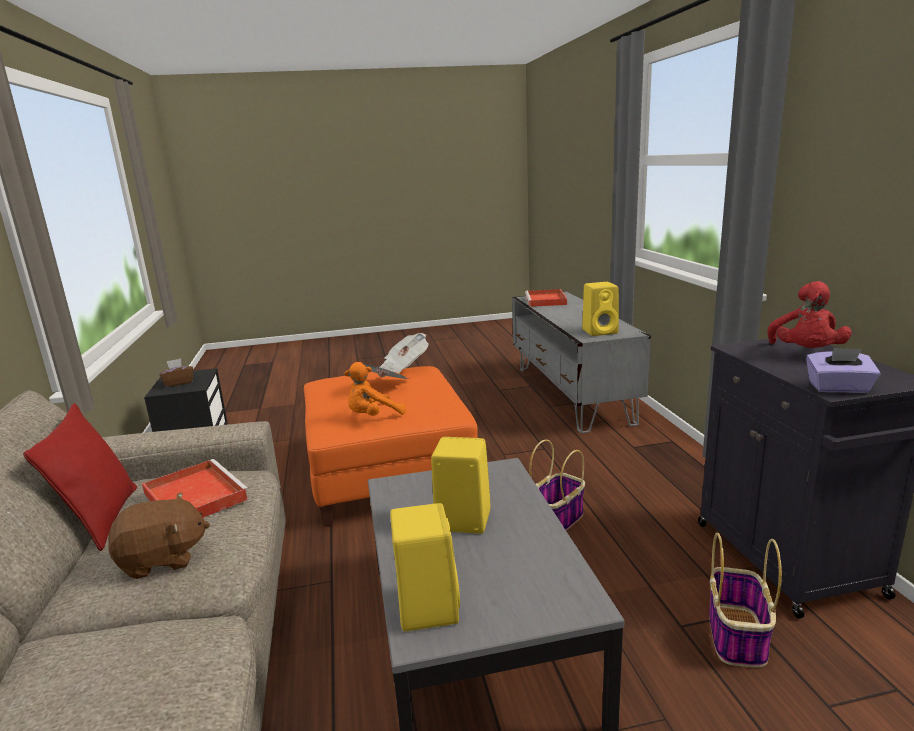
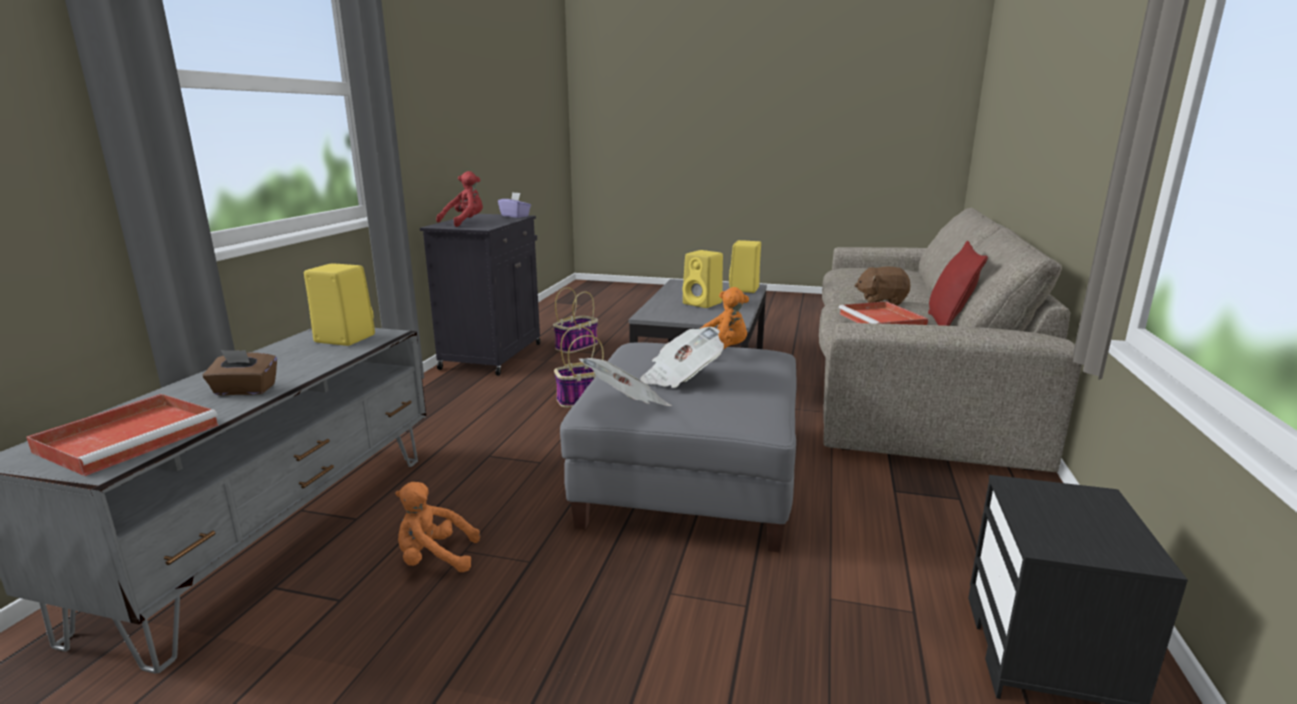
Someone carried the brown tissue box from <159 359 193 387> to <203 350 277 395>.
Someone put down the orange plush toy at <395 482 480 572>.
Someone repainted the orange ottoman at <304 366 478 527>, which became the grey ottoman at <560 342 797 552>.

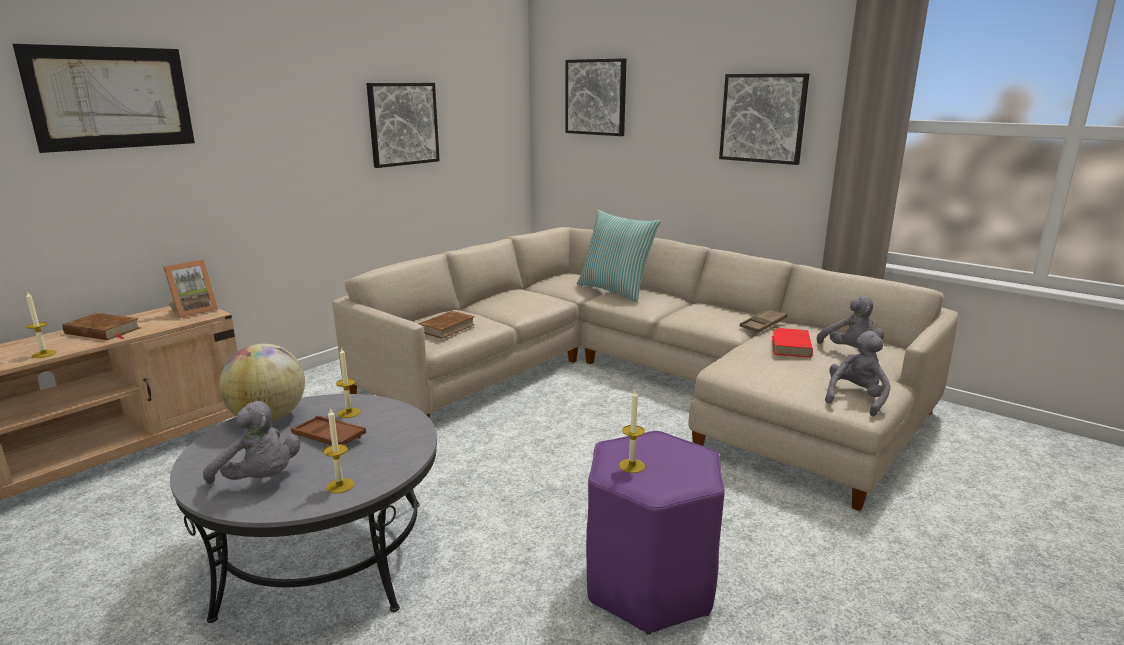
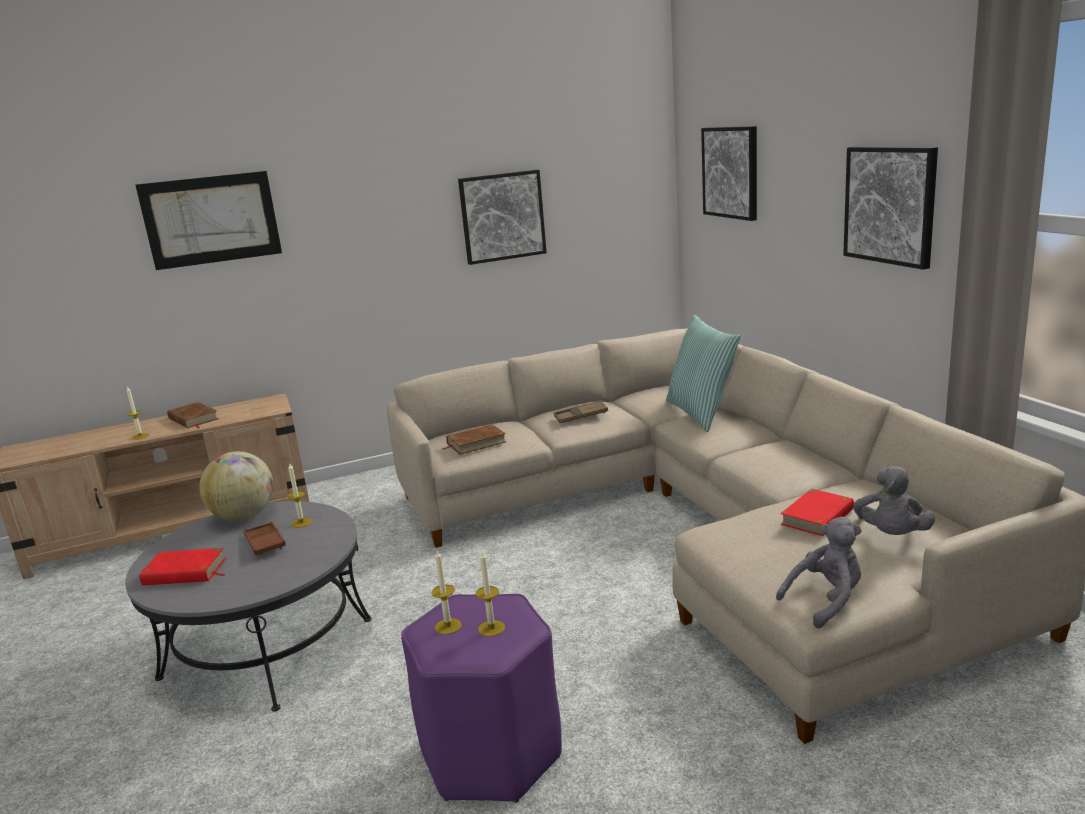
Someone swapped the grey plush toy at <203 401 300 484> for the red book at <139 548 226 585>.
Someone carried the candle from <324 408 354 493> to <476 552 505 637>.
Someone carried the brown tray from <740 308 788 332> to <554 400 608 423>.
Someone took away the picture frame at <163 260 218 318>.

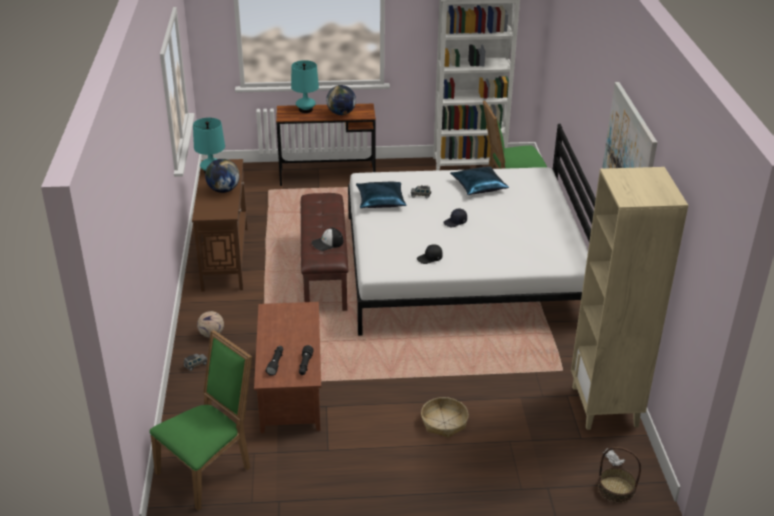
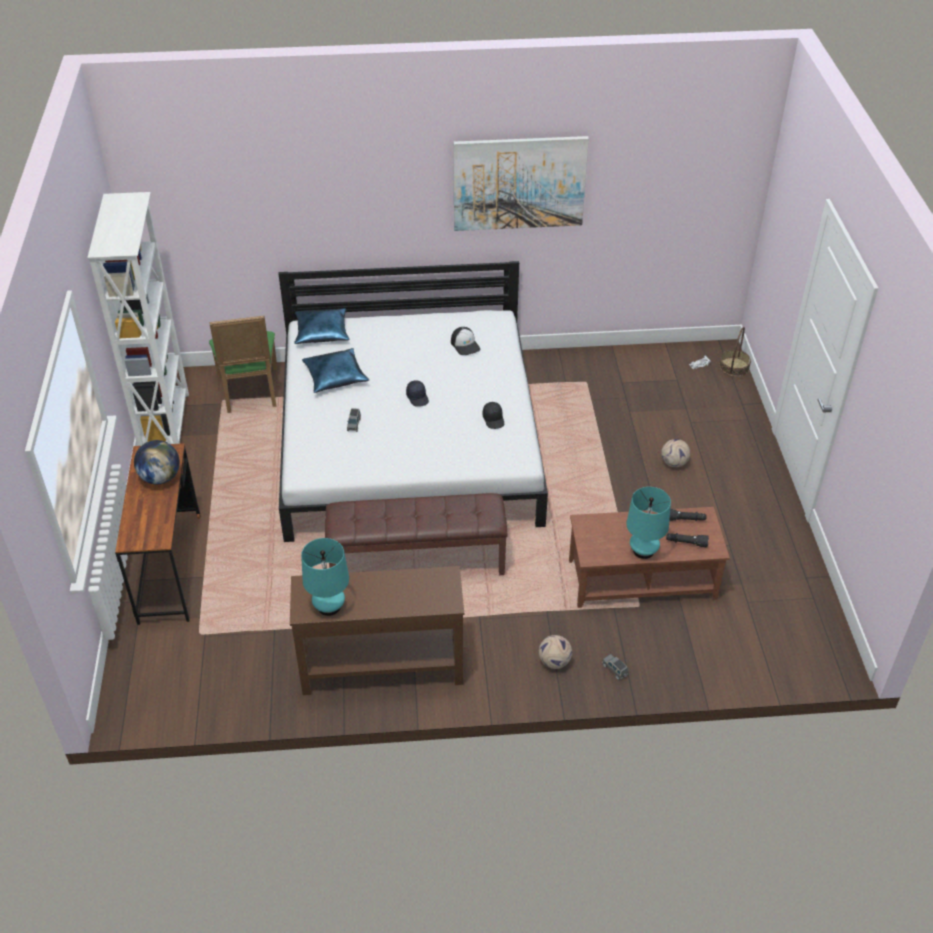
Someone carried the blue pillow from <356 182 406 208> to <294 308 350 344>.
Someone carried the cap from <311 228 344 251> to <451 327 480 355>.
Someone carried the turquoise table lamp from <291 60 319 113> to <626 487 671 559>.
Someone swapped the basket at <421 397 469 438> for the football at <661 439 690 467>.
Someone took away the green chair at <149 330 252 510>.
Someone took away the globe at <205 159 240 193>.
Someone took away the beige bookcase at <571 167 688 430>.

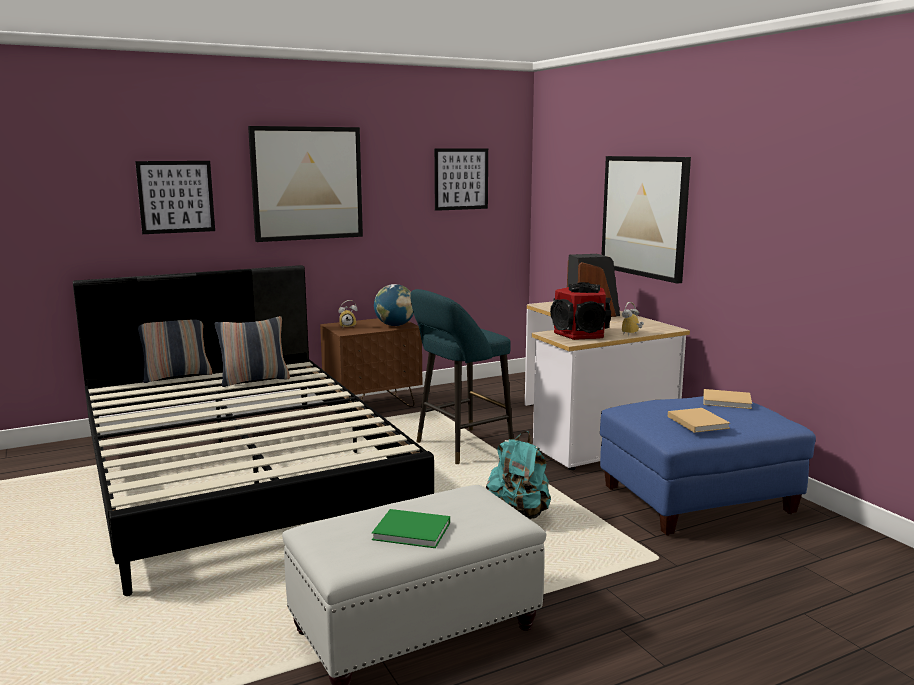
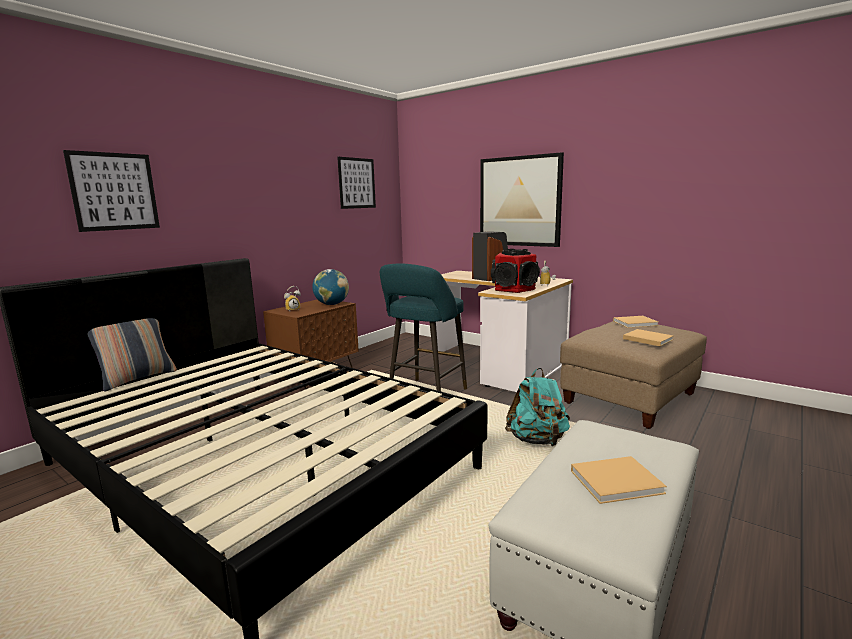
Someone repainted the blue ottoman at <600 396 816 535>, which became the beige ottoman at <560 321 707 429>.
Someone repainted the green book at <372 509 450 548>, which became the beige book at <571 456 667 504>.
Someone took away the pillow at <215 316 290 387>.
Someone took away the picture at <248 126 363 242>.

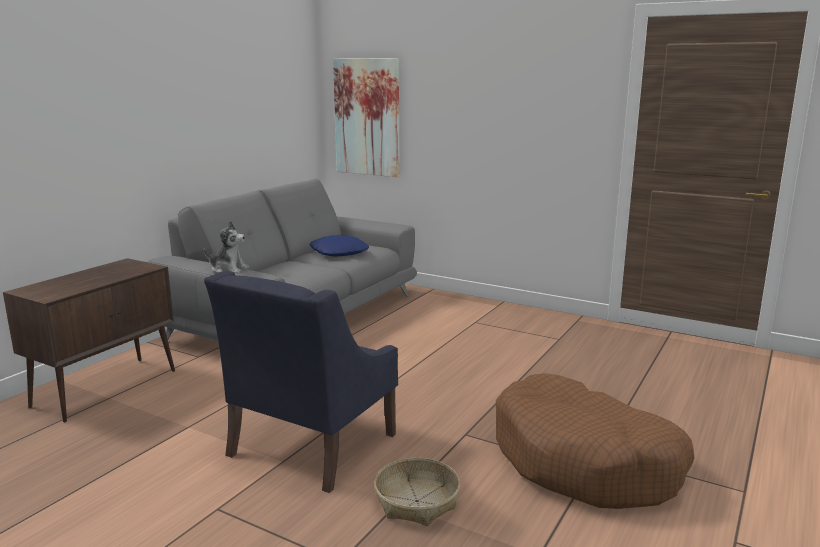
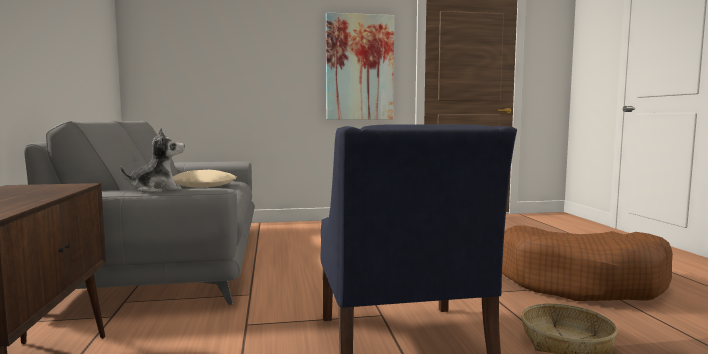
Someone repainted the blue pillow at <309 235 369 257>, which became the beige pillow at <173 170 236 188>.
Someone carried the picture from <333 58 399 177> to <326 13 394 120>.

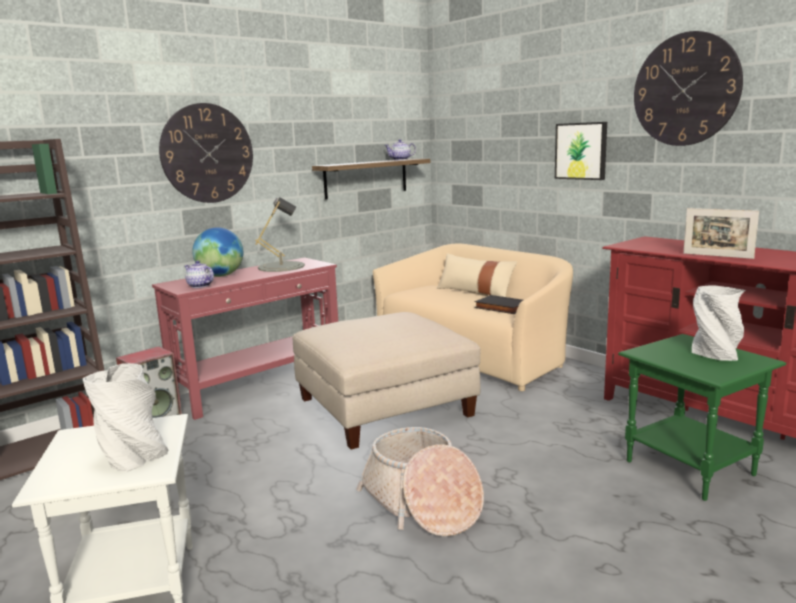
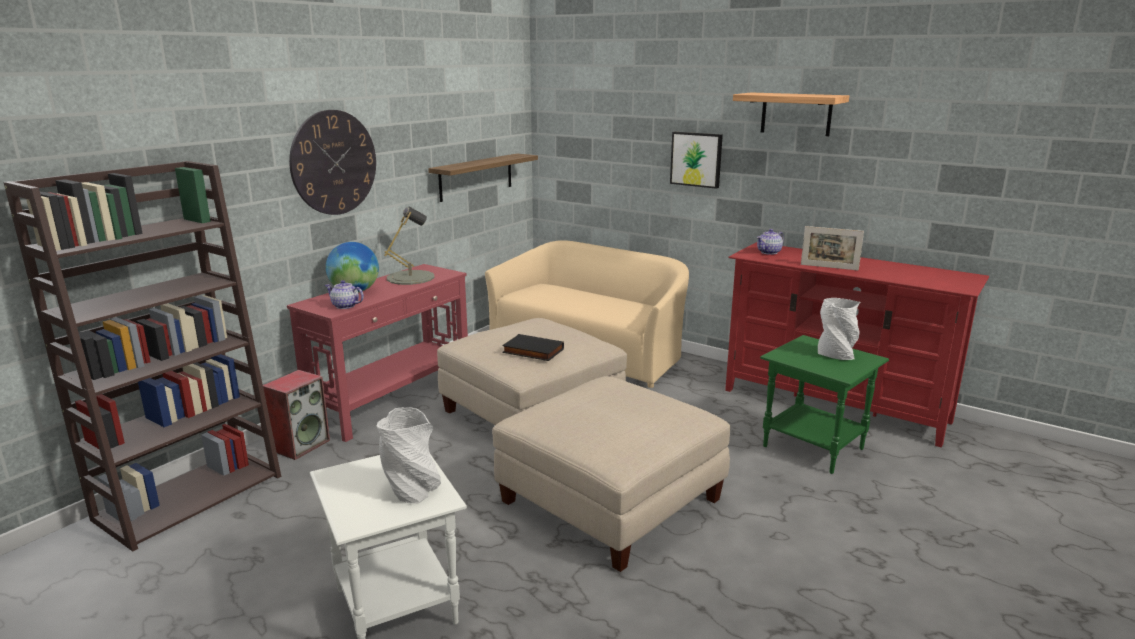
Someone swapped the basket at <356 427 484 536> for the beige ottoman at <492 376 730 572>.
Someone carried the black book from <475 295 523 314> to <502 334 564 361>.
Someone swapped the wall clock at <634 31 743 146> for the shelf at <733 92 849 136>.
Someone carried the teapot from <384 139 416 160> to <757 229 784 255>.
Someone took away the beige pillow at <437 253 517 297>.

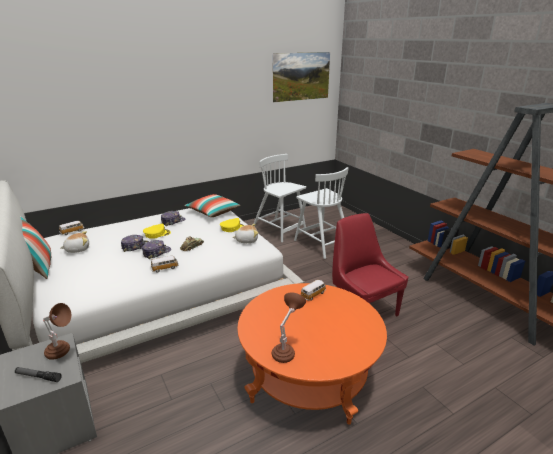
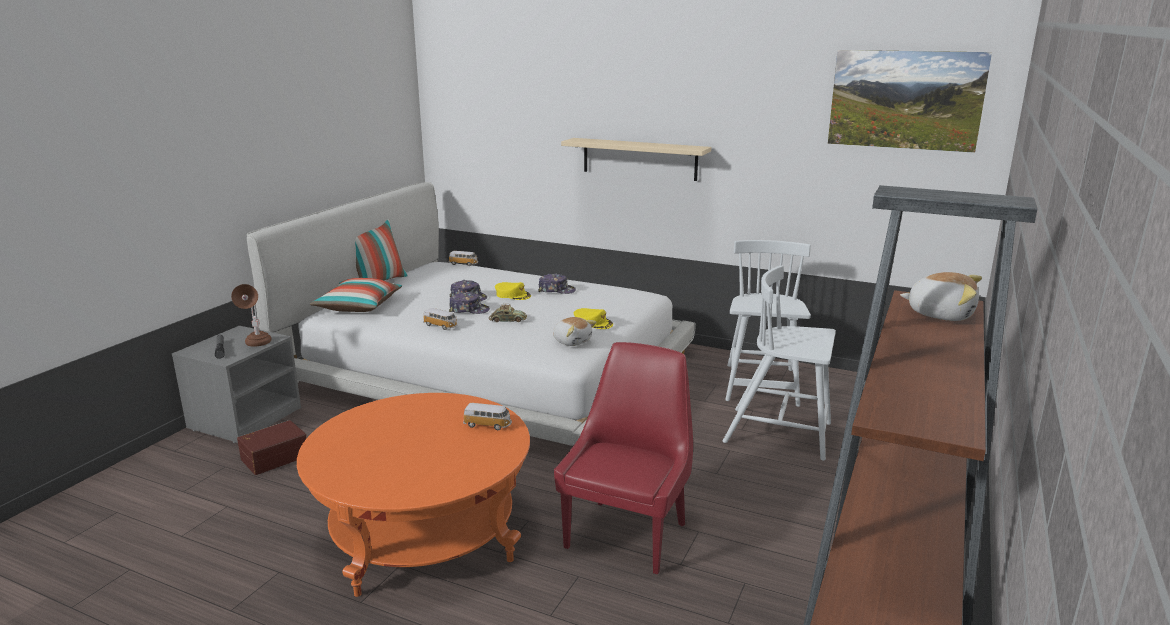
Someone put down the brown storage box at <237 420 307 475>.
Someone carried the pillow from <184 194 241 217> to <310 278 402 312>.
Someone put up the beige shelf at <561 138 711 181>.
Someone rotated the white chair at <294 167 348 259> by 90 degrees clockwise.
Someone carried the plush toy from <60 231 89 253> to <900 272 982 321>.
Someone took away the brown table lamp at <272 293 306 363>.

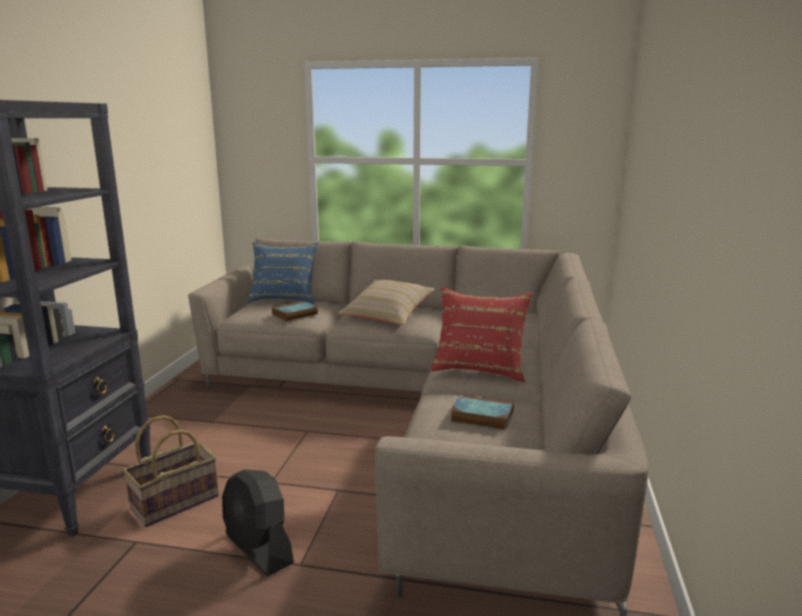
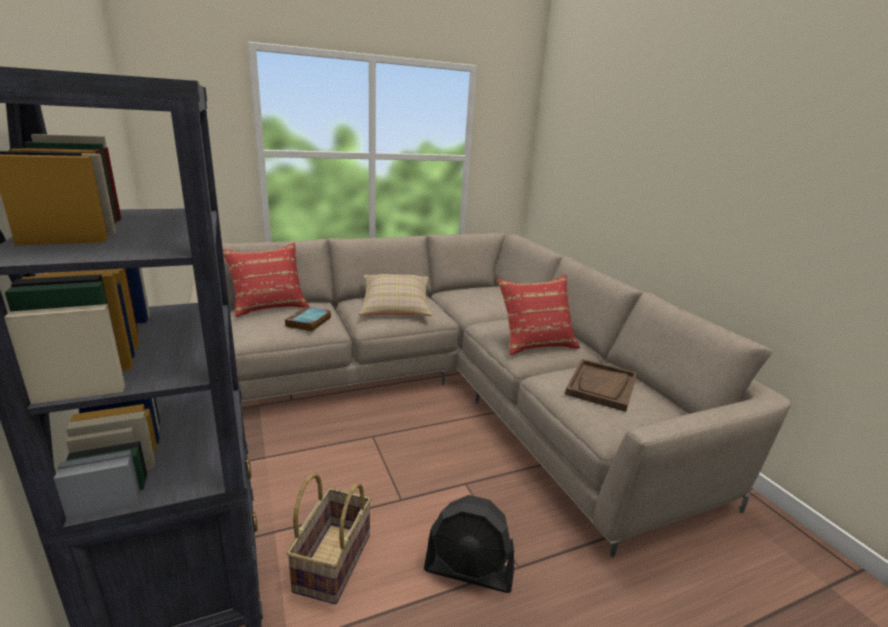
Someone repainted the blue pillow at <247 242 319 304>, which became the red pillow at <223 243 309 317>.
Someone swapped the book at <450 393 514 430> for the brown tray at <565 359 637 412>.

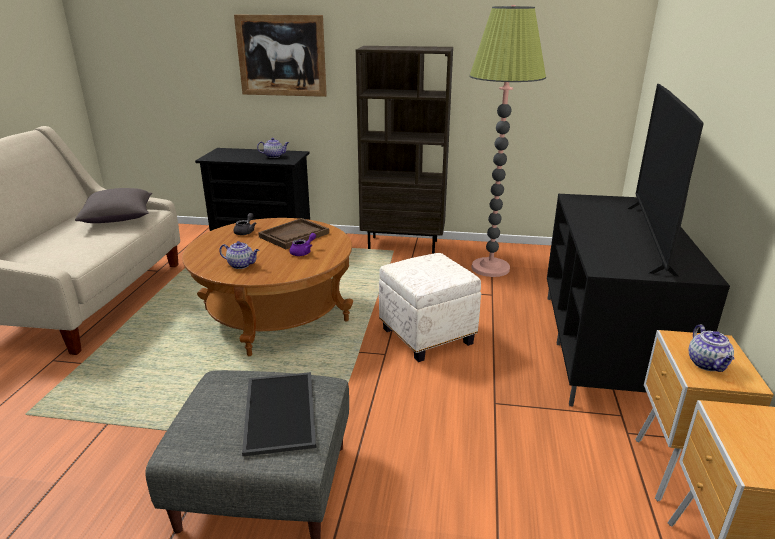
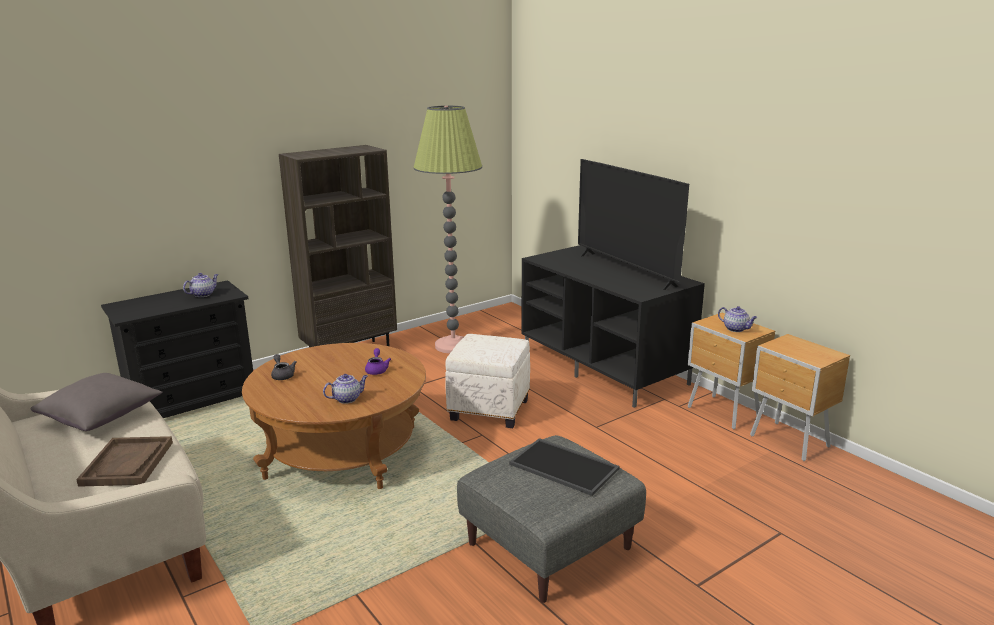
Someone carried the brown tray from <258 218 329 249> to <76 436 173 487>.
Someone took away the picture at <234 15 327 97>.

